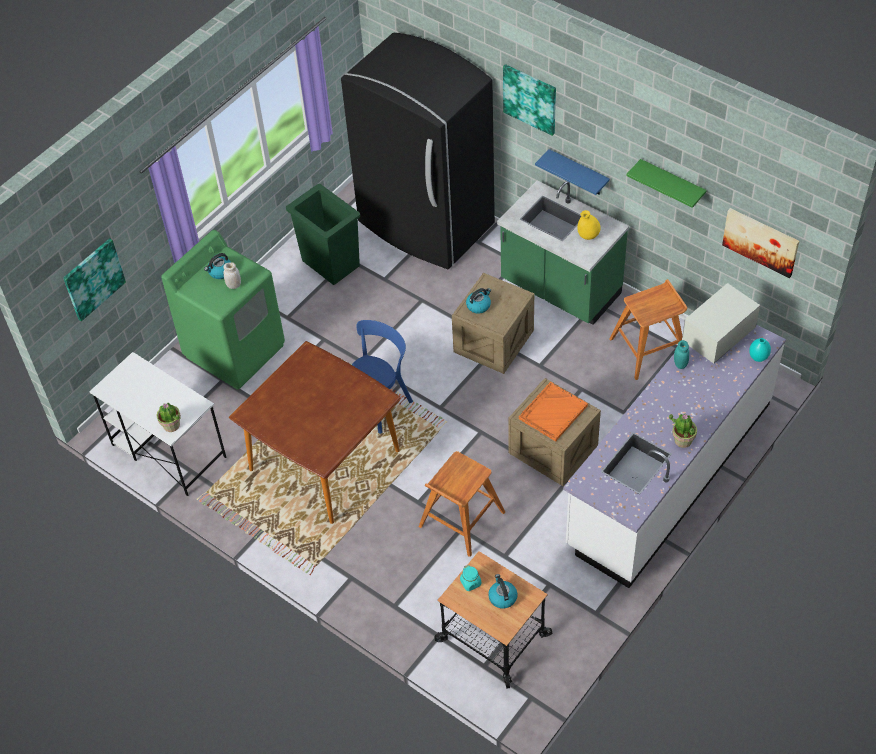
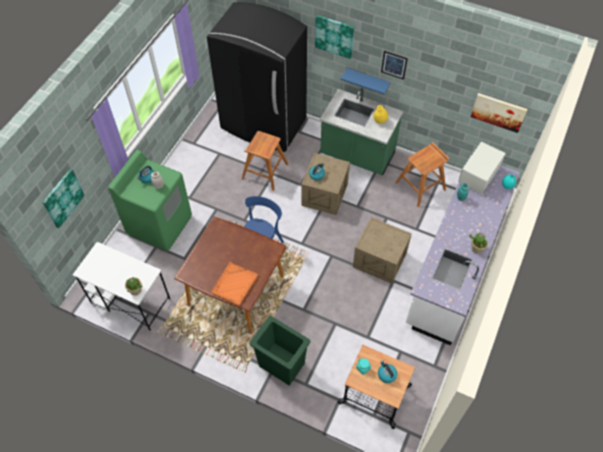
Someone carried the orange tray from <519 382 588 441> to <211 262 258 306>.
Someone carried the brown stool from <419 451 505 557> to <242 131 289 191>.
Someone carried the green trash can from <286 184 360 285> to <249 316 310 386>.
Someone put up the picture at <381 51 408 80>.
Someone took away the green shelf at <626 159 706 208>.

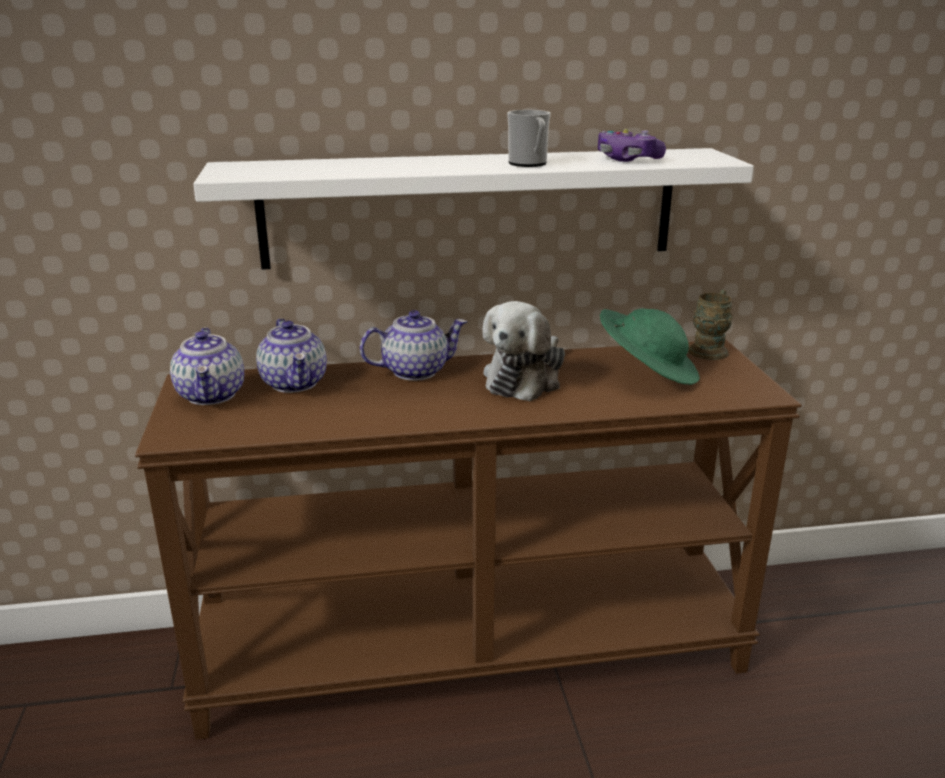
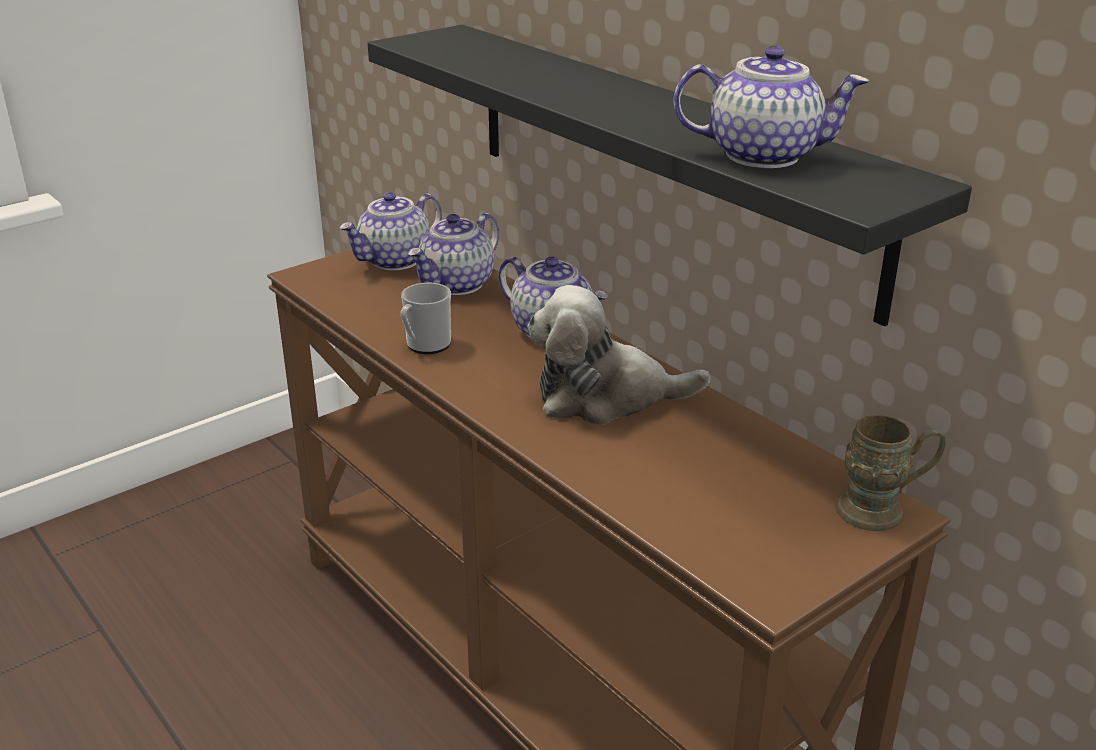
Someone repainted the white shelf at <193 148 754 270>, which became the black shelf at <367 25 972 327>.
Someone carried the mug from <507 110 550 167> to <400 283 451 354>.
Someone swapped the game controller at <598 129 666 162> for the teapot at <674 46 869 168>.
Someone took away the green hat at <600 308 700 385>.

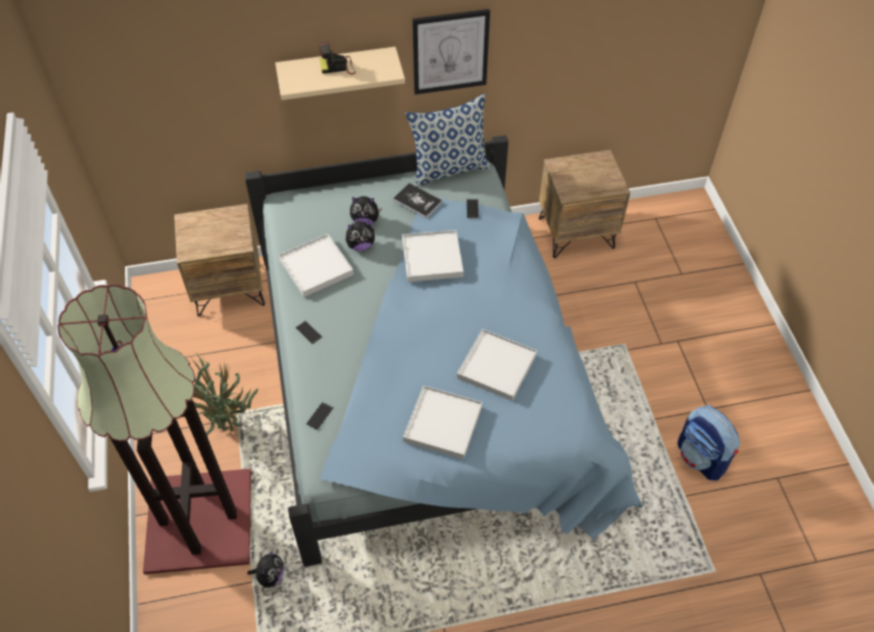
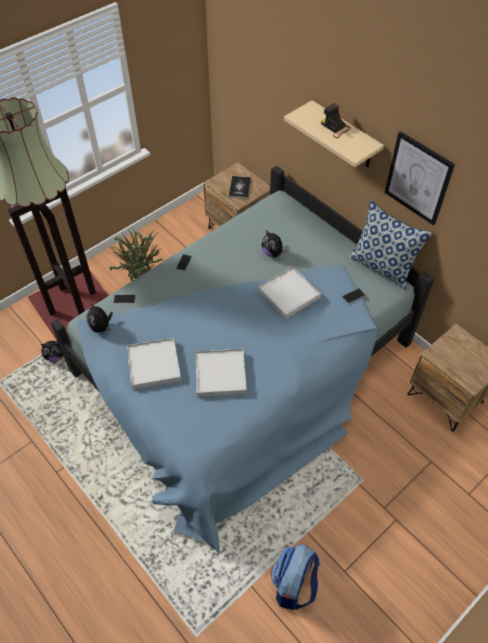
Someone carried the plush toy from <350 196 382 225> to <86 302 113 333>.
Someone carried the book from <393 183 442 218> to <229 176 251 199>.
Someone took away the white tray at <279 234 354 297>.

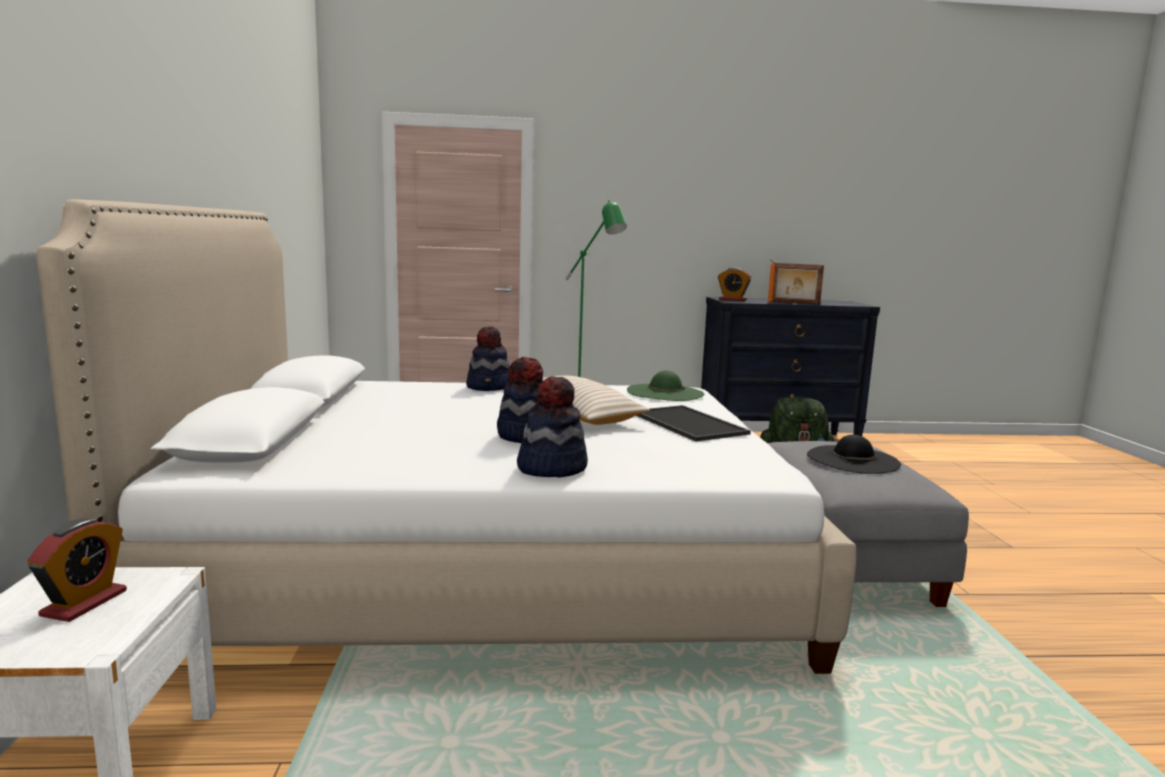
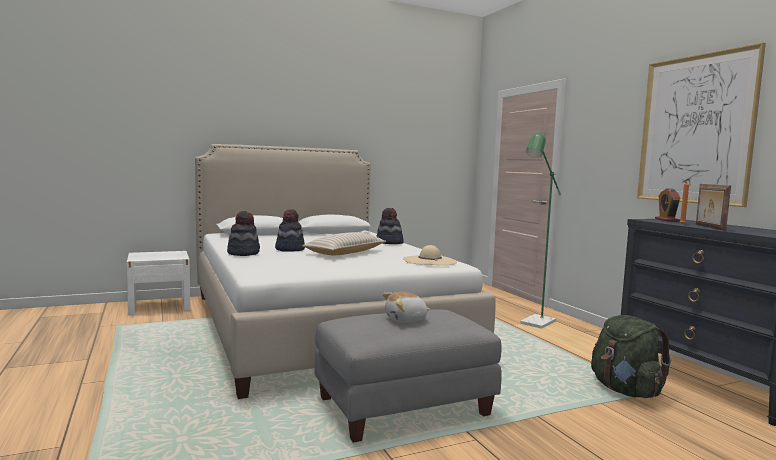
Someone swapped the black hat at <807 435 901 474> for the plush toy at <382 292 430 323>.
Someone repainted the green hat at <627 370 704 401>, which became the beige hat at <403 245 457 265>.
Someone put up the picture at <637 42 766 207>.
Someone took away the alarm clock at <27 518 127 622>.
Someone took away the tray at <636 405 751 442>.

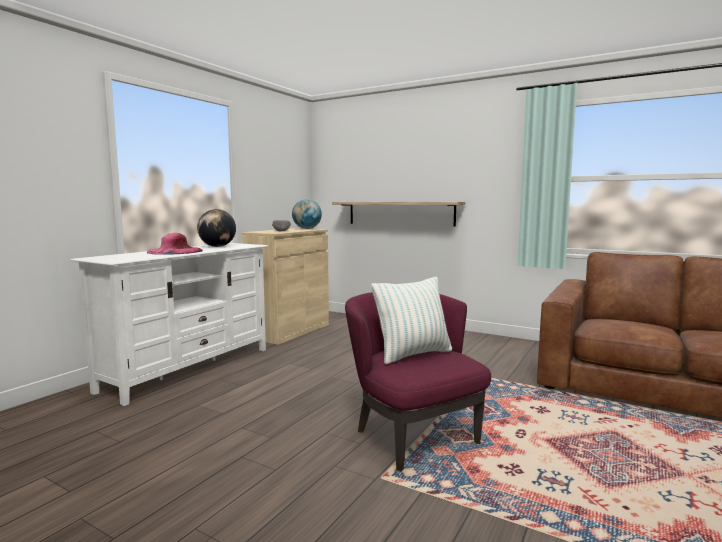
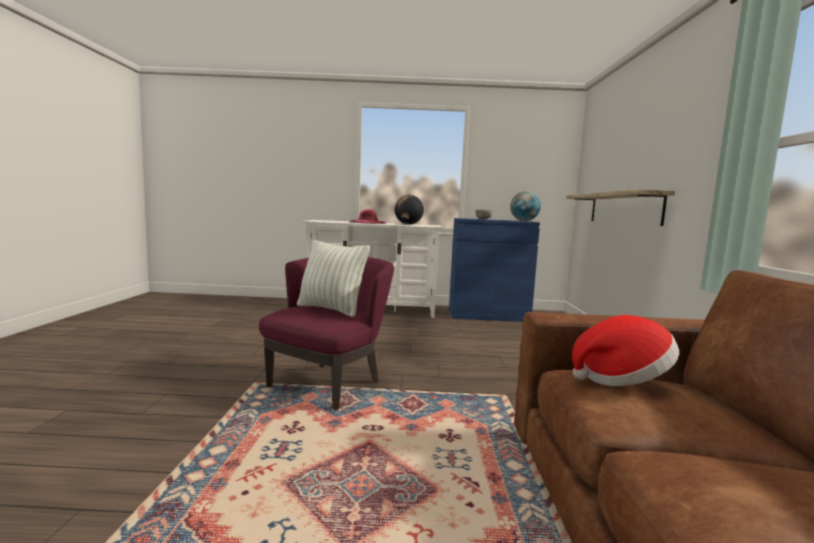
Someone repainted the beige cabinet at <242 228 329 345>, which became the blue cabinet at <449 218 540 322>.
Someone put down the hat at <572 315 679 386>.

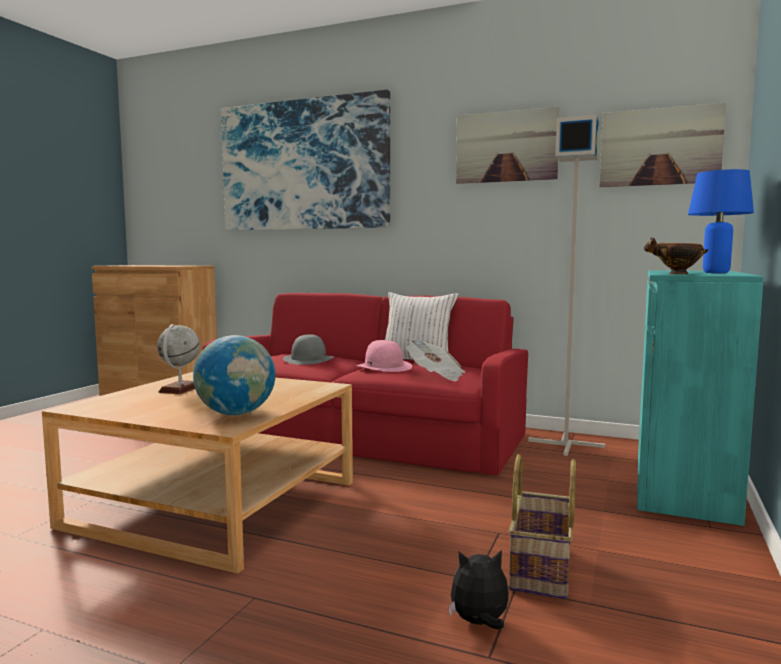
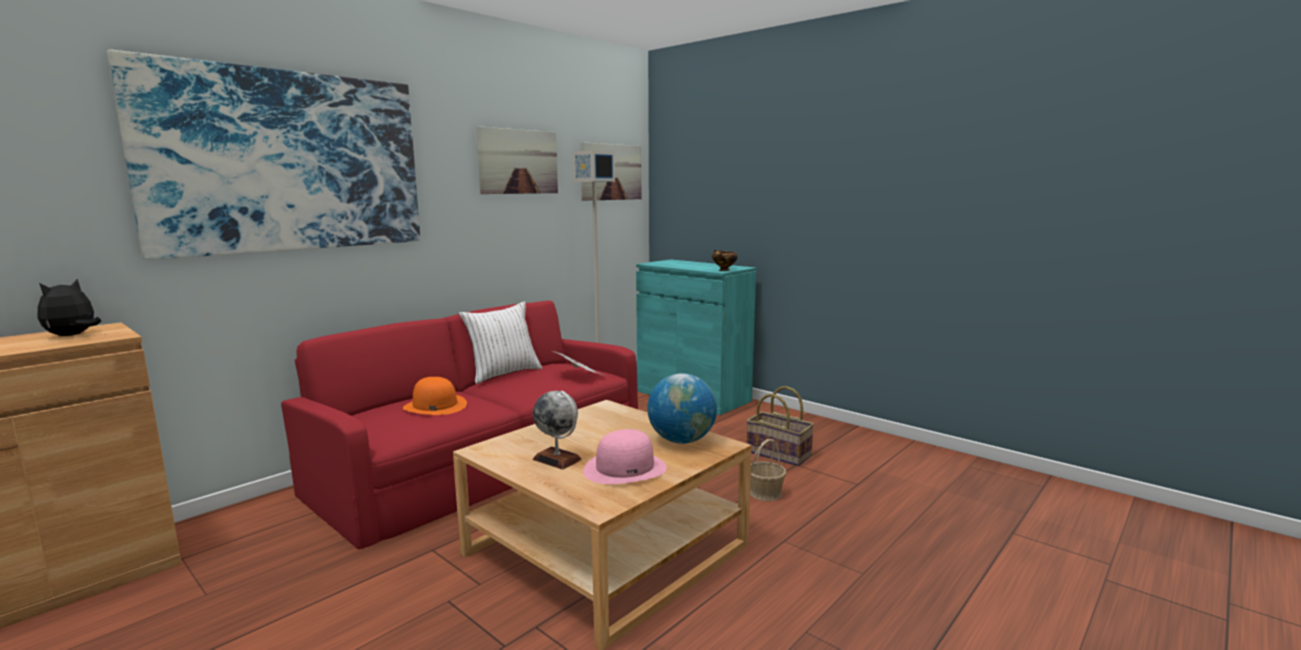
Someone carried the plush toy from <448 550 509 629> to <38 279 101 336>.
Someone repainted the grey hat at <283 334 334 365>, which became the orange hat at <403 377 467 415>.
Someone carried the pink hat from <356 340 412 372> to <583 429 667 484>.
Someone put down the basket at <750 439 786 501>.
Someone took away the blue table lamp at <688 169 754 273>.

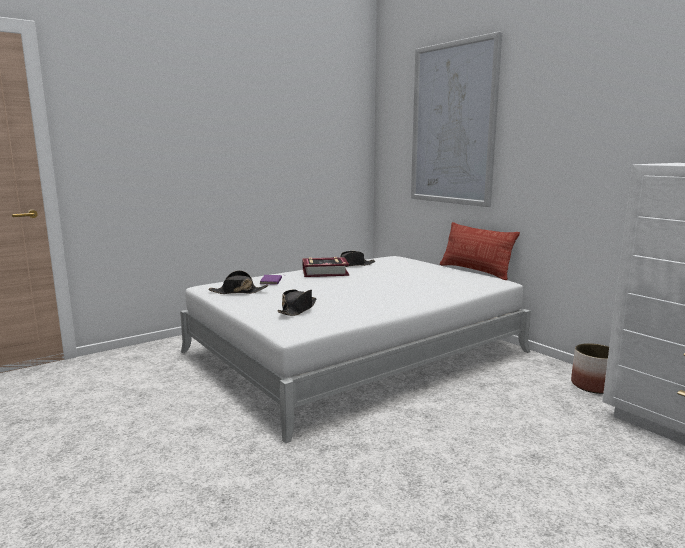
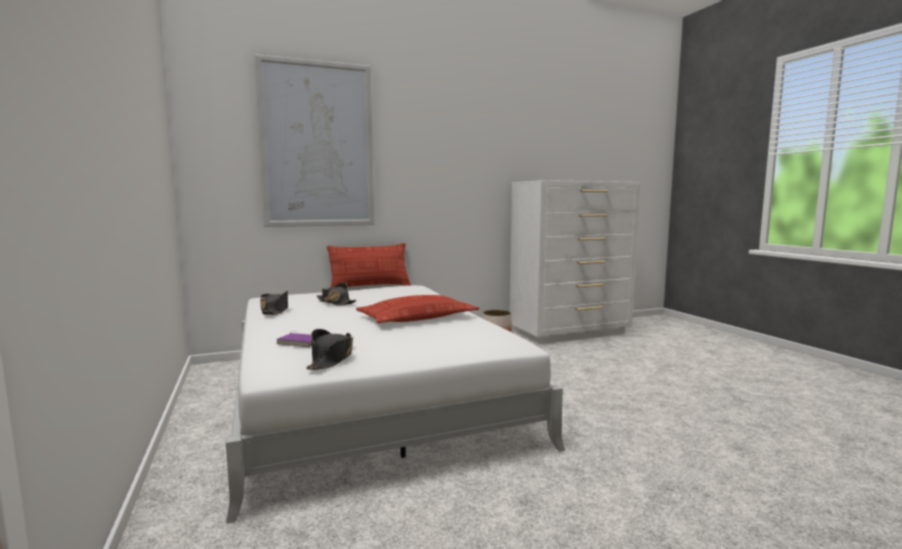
Someone carried the black hat from <277 289 317 316> to <317 282 357 306>.
Someone put down the pillow at <356 295 479 323>.
Someone took away the book at <302 257 349 277>.

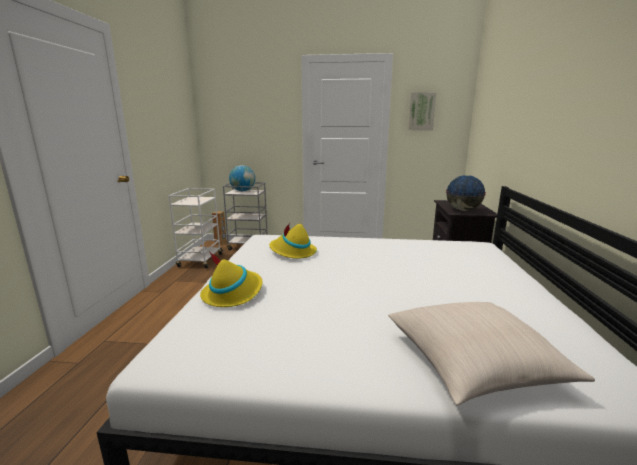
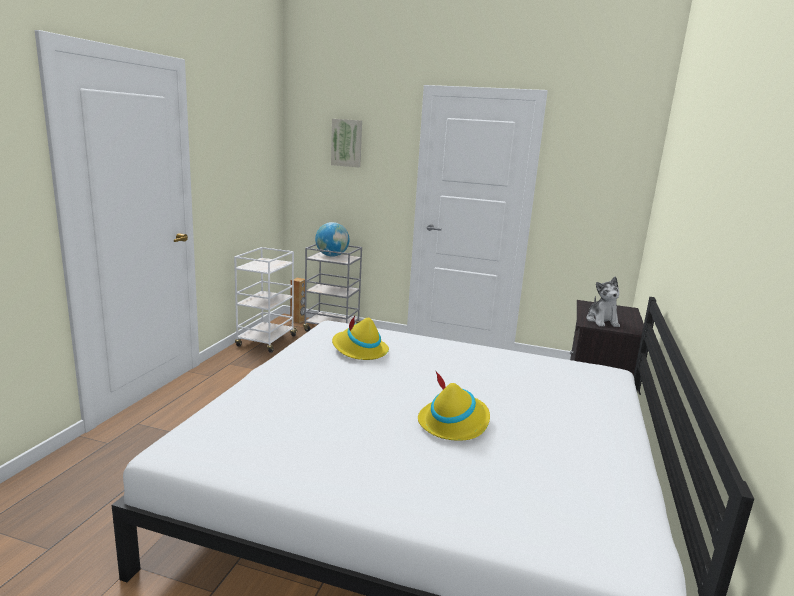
Someone carried the picture from <408 92 437 130> to <331 119 362 167>.
Someone carried the yellow hat from <200 252 263 307> to <418 371 490 441>.
Someone swapped the globe at <446 175 486 211> for the plush toy at <586 277 620 327>.
Someone took away the beige pillow at <388 302 595 406>.

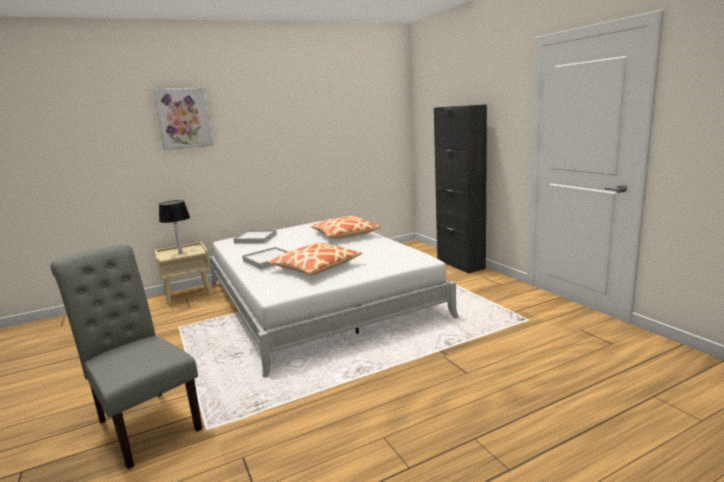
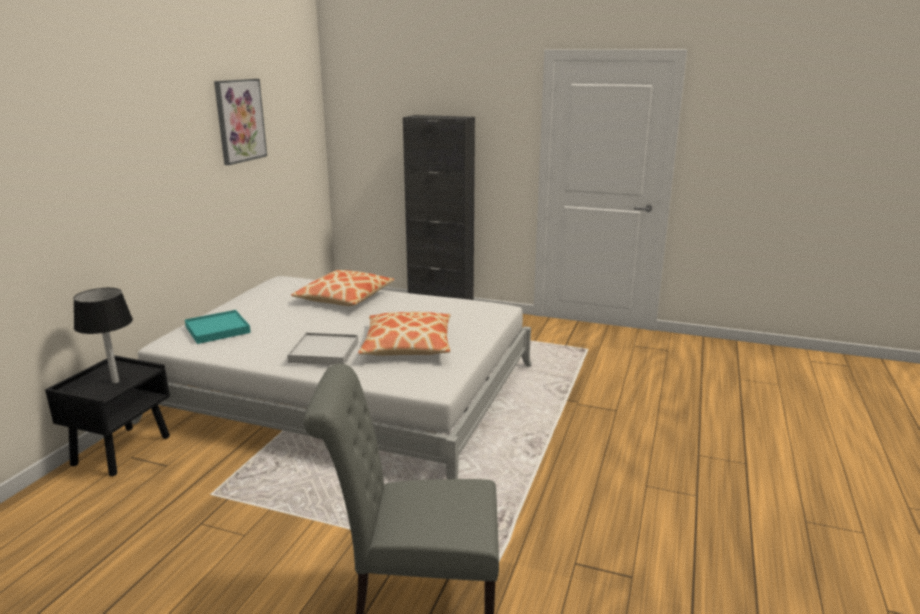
Someone repainted the beige nightstand at <155 242 213 304>, which became the black nightstand at <45 355 170 476>.
Someone repainted the white tray at <233 230 277 244>, which became the turquoise tray at <185 310 251 344>.
Someone carried the picture from <153 87 213 150> to <214 79 267 165>.

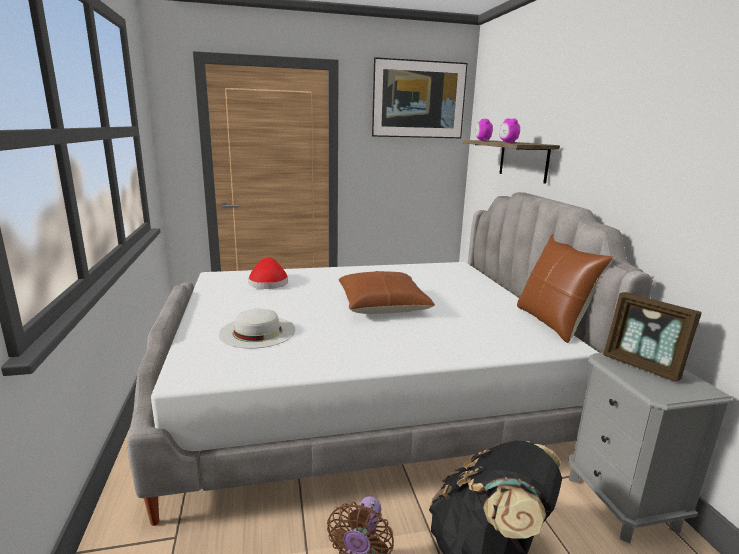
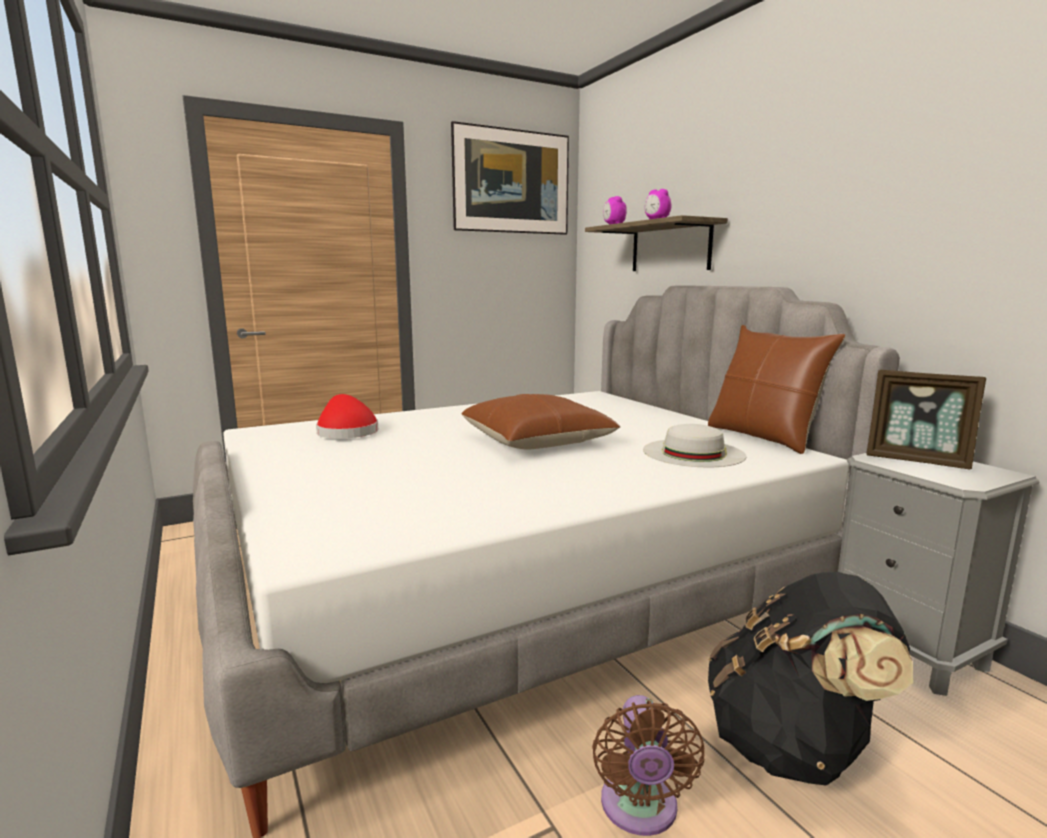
Someone carried the white hat from <219 309 296 349> to <643 424 746 467>.

